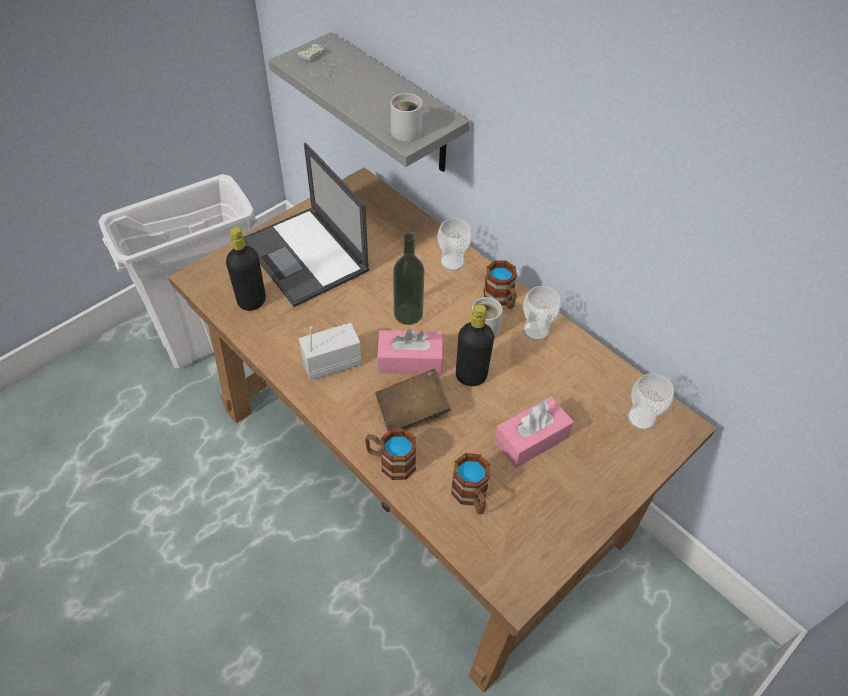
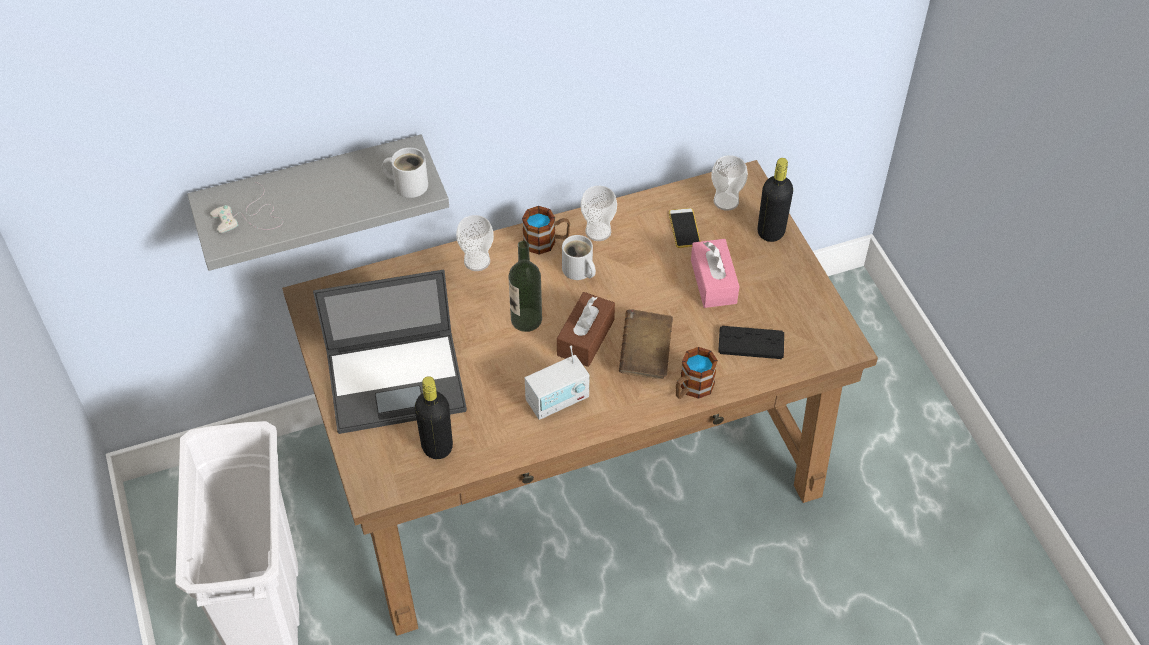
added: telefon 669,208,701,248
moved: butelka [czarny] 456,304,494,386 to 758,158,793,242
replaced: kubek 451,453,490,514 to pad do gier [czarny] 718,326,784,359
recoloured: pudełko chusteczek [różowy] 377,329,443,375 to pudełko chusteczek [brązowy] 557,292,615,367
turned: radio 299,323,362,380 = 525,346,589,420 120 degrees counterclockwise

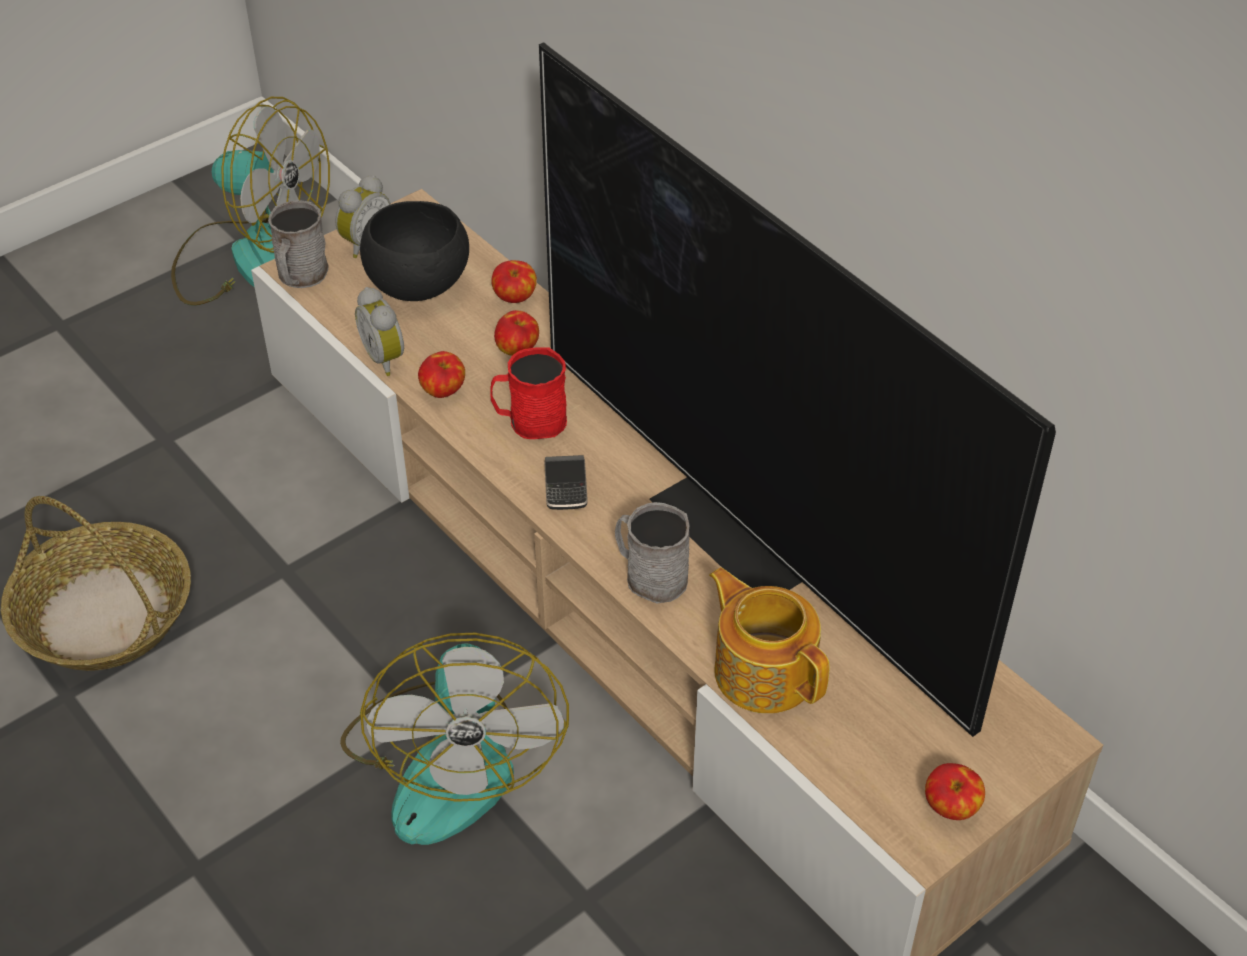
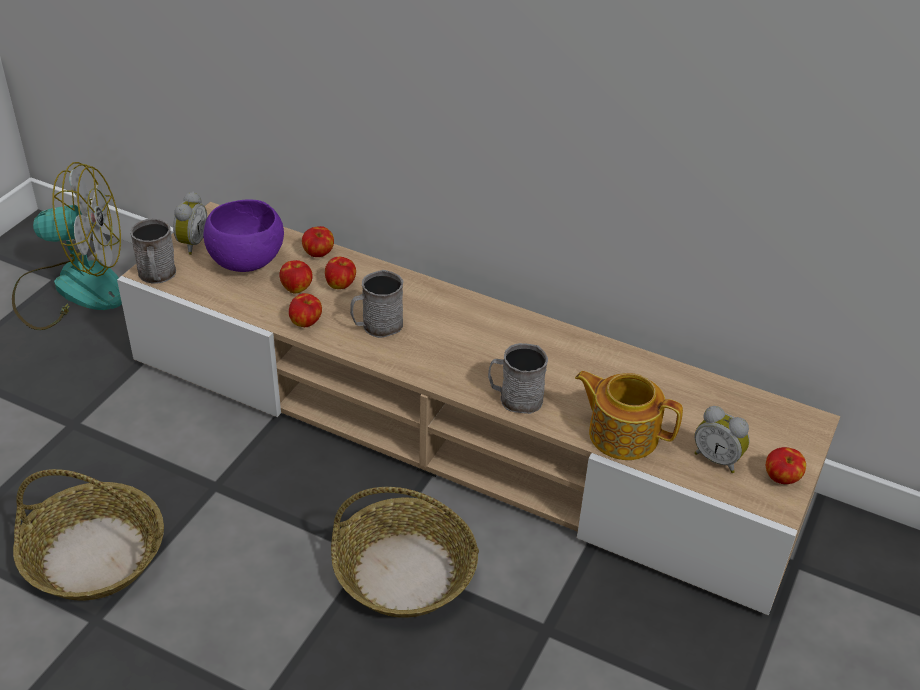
removed: telewizor 539,42,1056,737; telefon 544,455,588,510
added: jabłko 279,260,313,294
moved: budzik 355,287,404,376 to 694,406,750,473
replaced: wentylator 340,633,569,845 to koszyk 331,487,479,618
recoloured: miska [czarny] 360,201,469,301 to miska [fioletowy] 204,200,284,272; kubek [czerwony] 490,347,567,439 to kubek [szary] 350,270,403,338

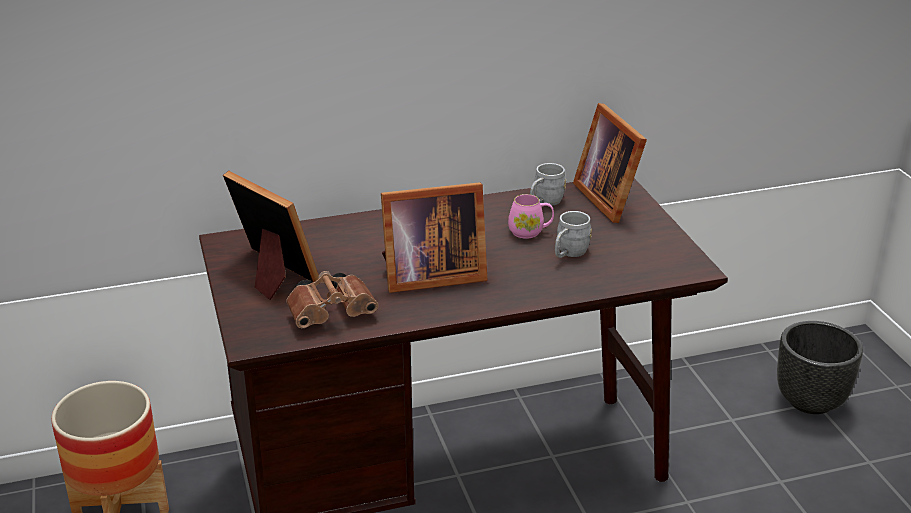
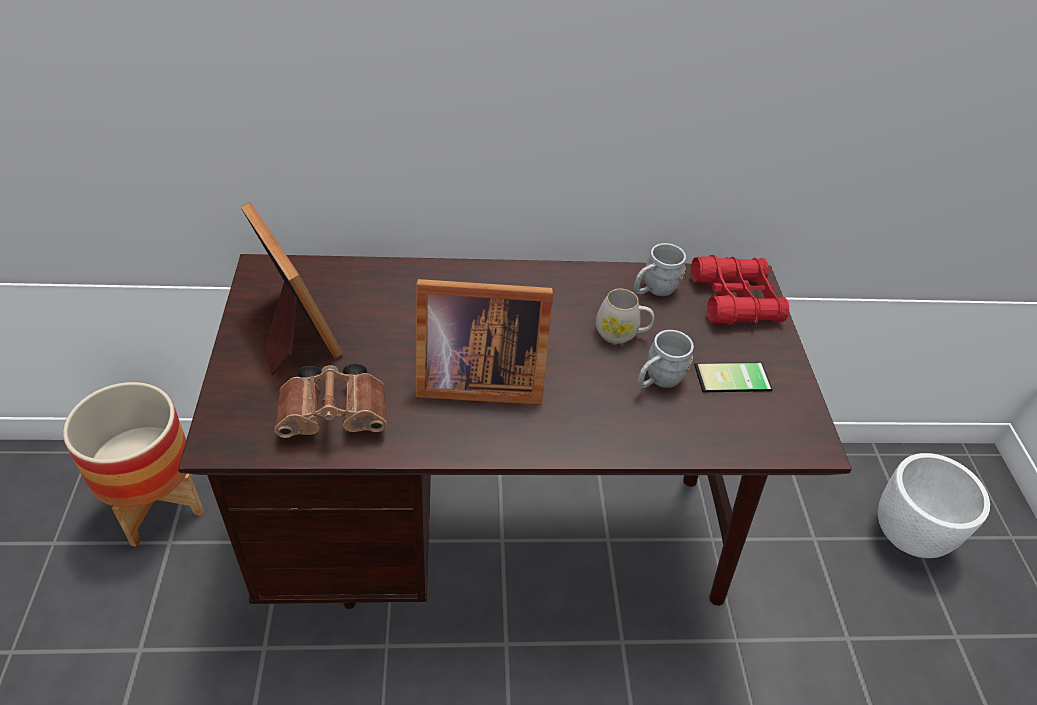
added: telefon 694,362,773,392
replaced: ramka na zdjęcie 573,103,647,223 to lornetka [czerwony] 691,255,789,325
recoloured: kubek [różowy] 508,194,554,239 to kubek [biały] 596,288,654,344; donica [czarny] 777,321,863,414 to donica [biały] 878,453,990,558

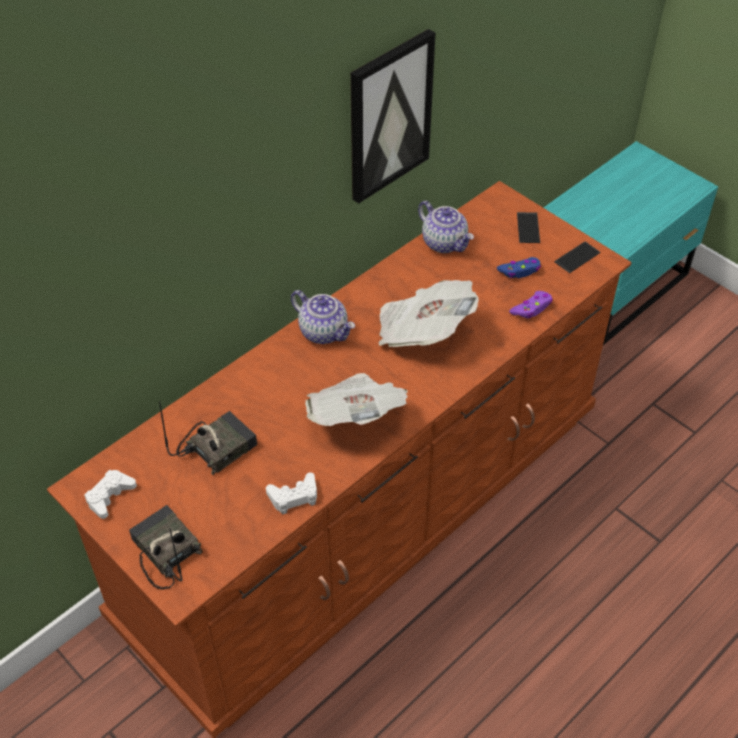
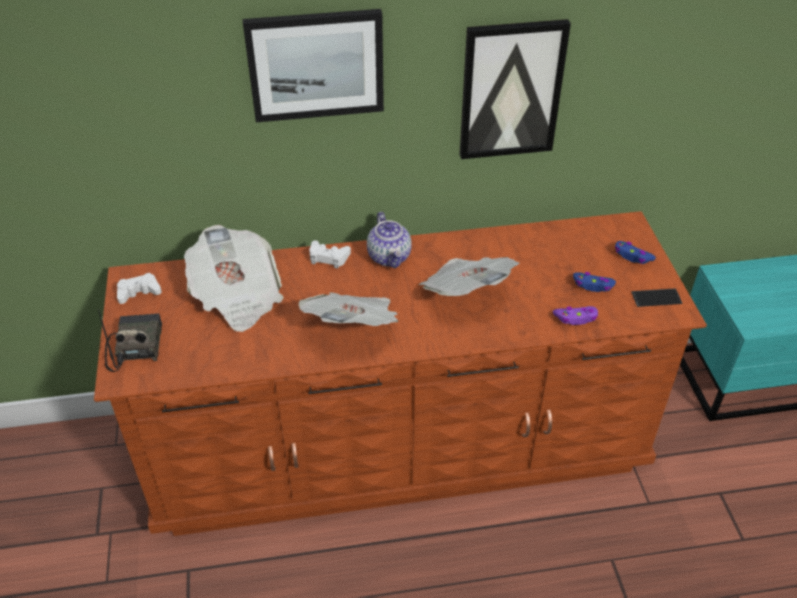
removed: imbryk 418,201,474,253
added: obraz 243,9,384,122
moved: pad do gier [biały] 266,472,317,515 to 309,240,351,269
replaced: radio 159,401,257,475 to gazeta 184,225,284,332; telefon 517,212,540,243 to pad do gier [niebieski] 615,241,656,264

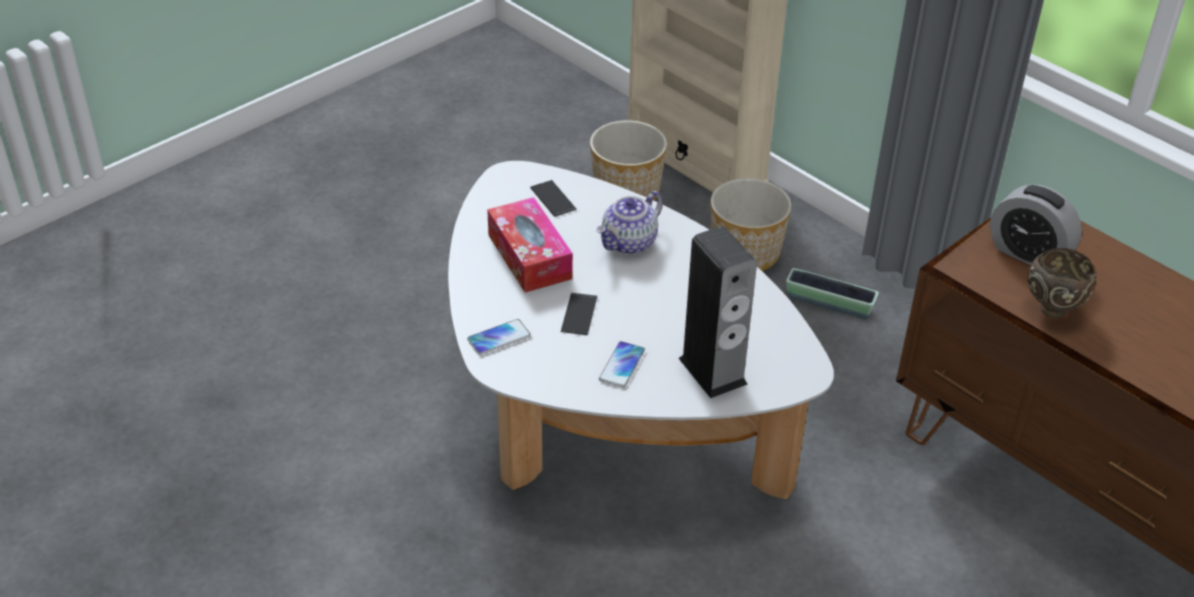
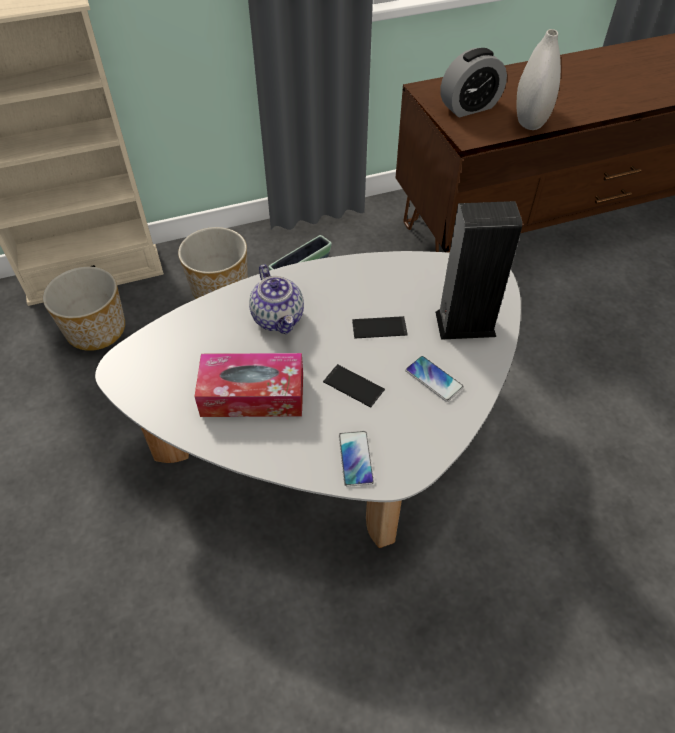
moved: telefon 530,180,576,217 to 352,316,408,339
replaced: miska [brązowy] 1027,248,1096,318 to wazon [biały] 516,29,561,130

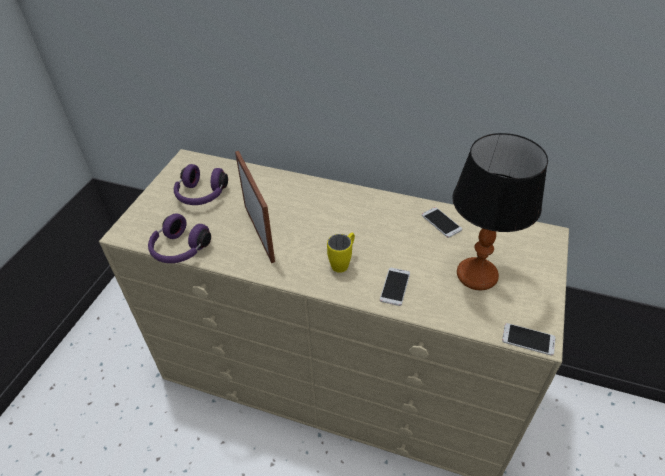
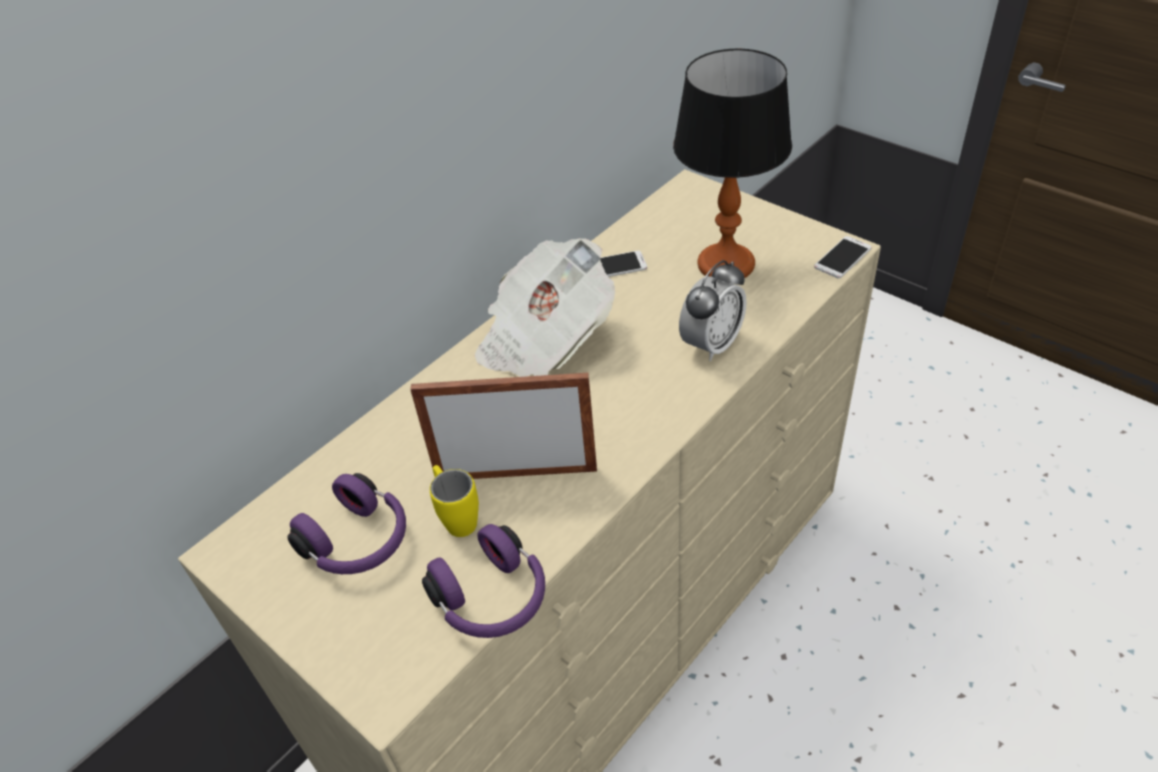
added: gazeta 475,238,615,377
moved: kubek [żółty] 327,233,355,273 to 430,465,479,537
replaced: telefon 380,268,410,306 to budzik 679,260,747,361

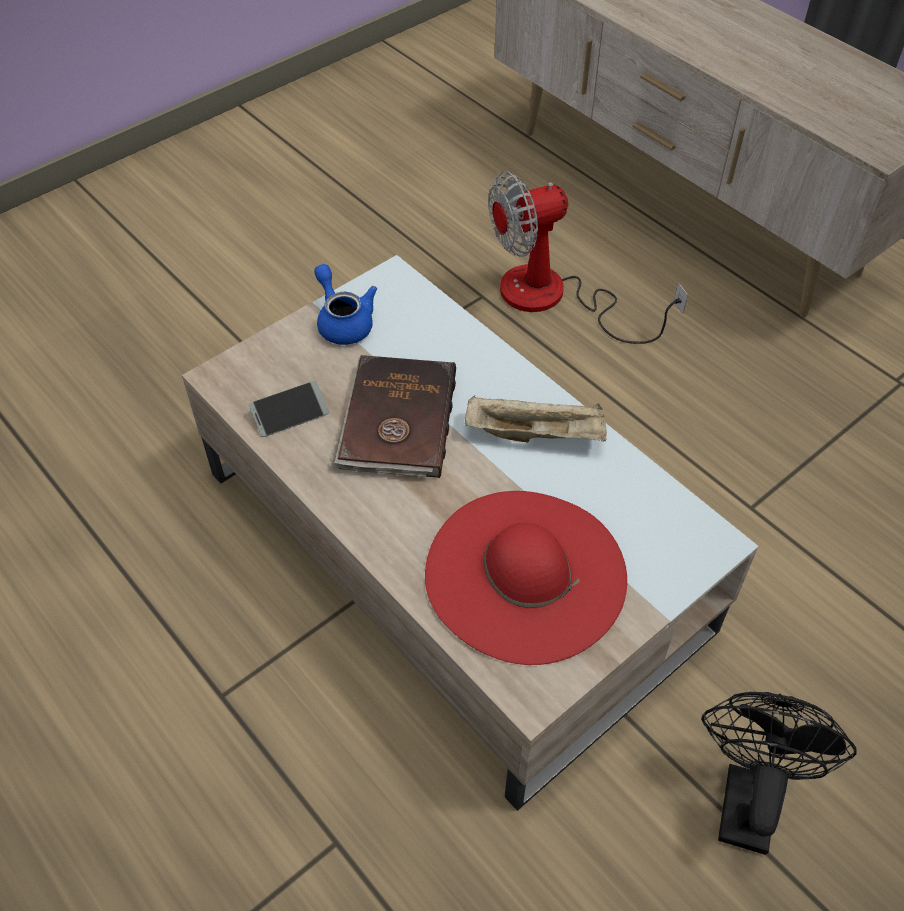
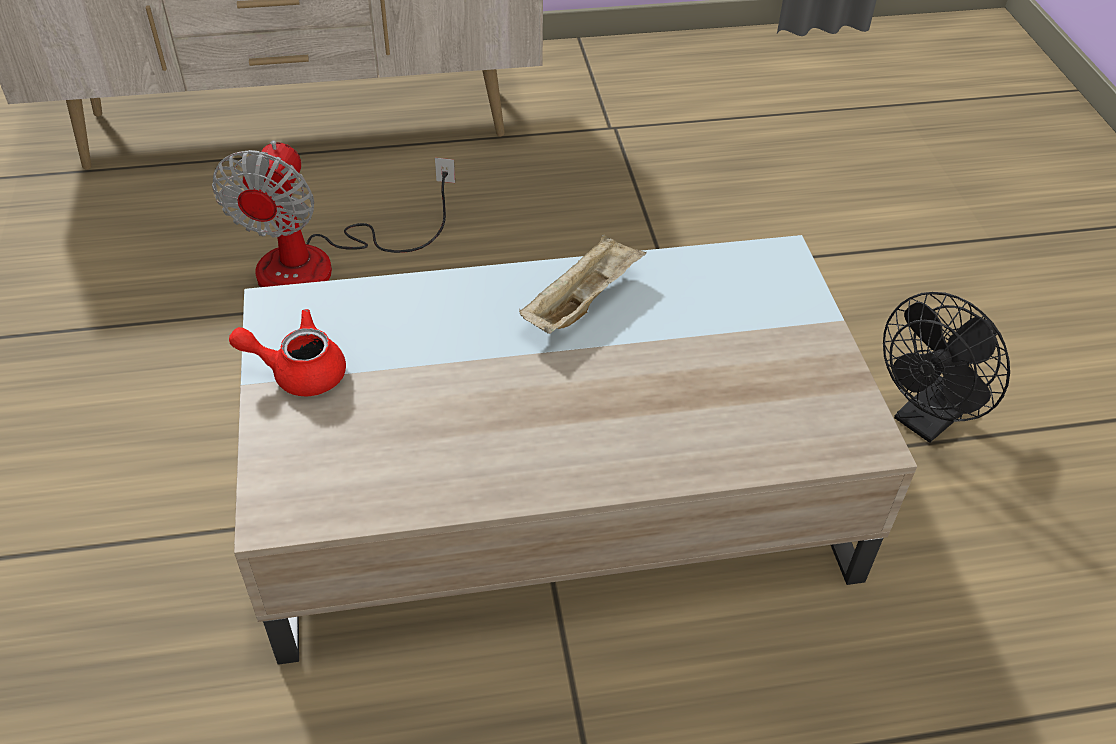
removed: telefon 249,381,329,437; książka [brązowy] 330,355,456,478; kapelusz [czerwony] 425,491,627,665
recoloured: imbryk [niebieski] 314,264,377,345 to imbryk [czerwony] 229,309,346,396
turned: wentylator [czarny] 701,692,857,855 = 883,292,1010,443 90 degrees counterclockwise

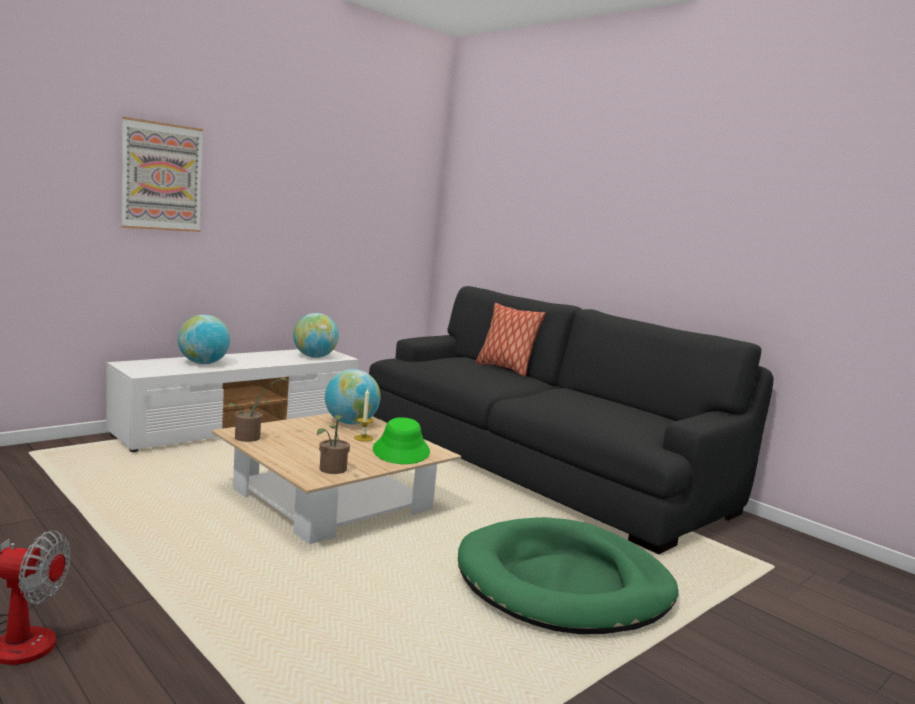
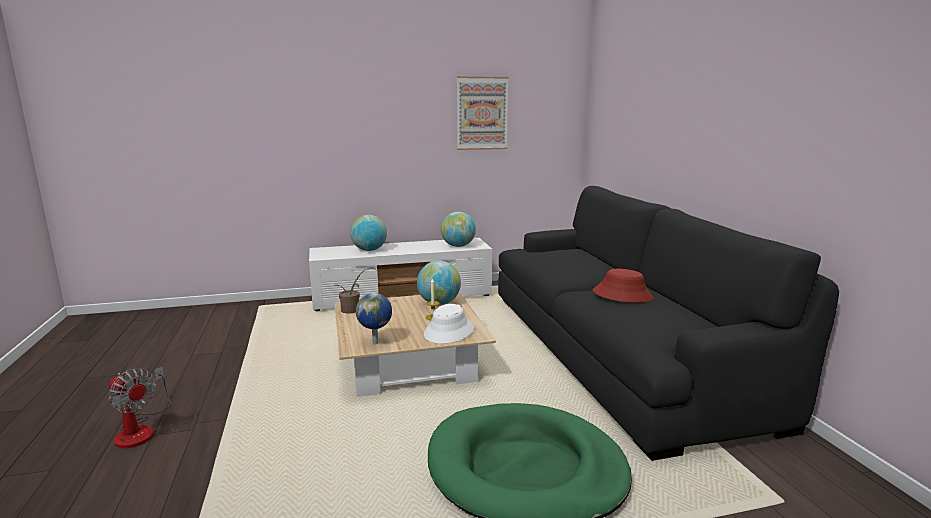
removed: poduszka 476,303,546,376
added: kapelusz [czerwony] 593,269,654,303
moved: obraz 121,117,203,232 to 457,76,509,150
replaced: roślina doniczkowa 317,415,350,474 to globus 356,293,392,344
recoloured: kapelusz [zielony] 373,417,430,464 to kapelusz [biały] 424,304,474,344

